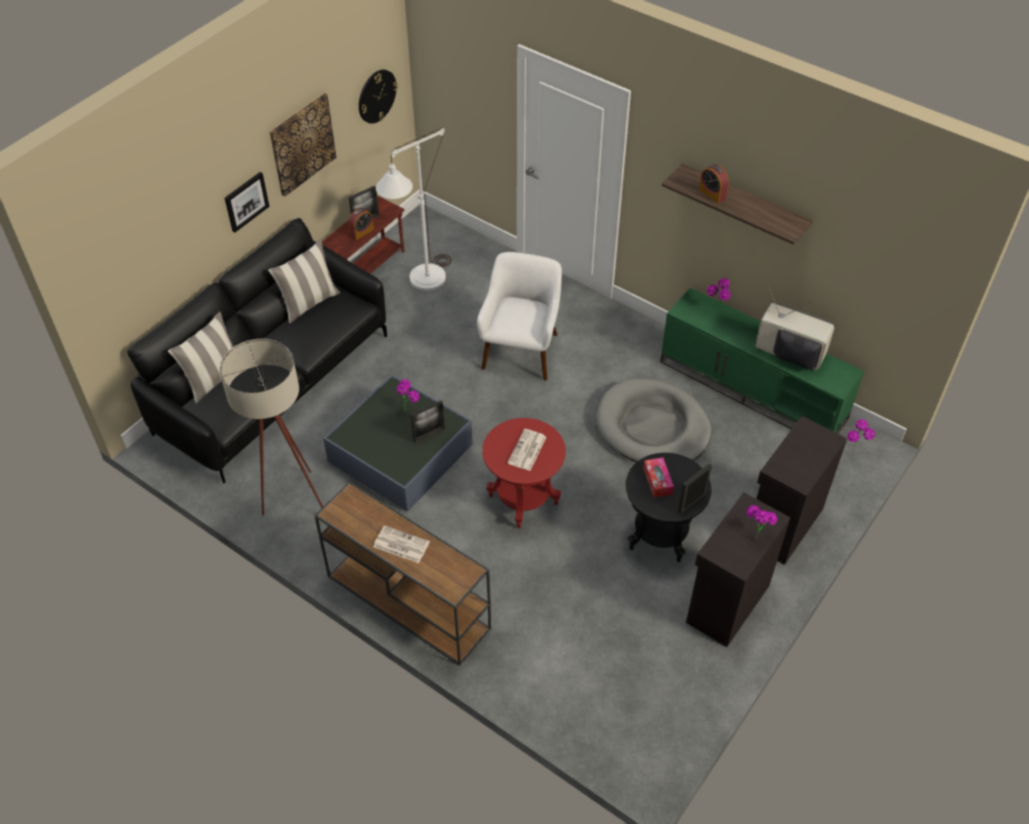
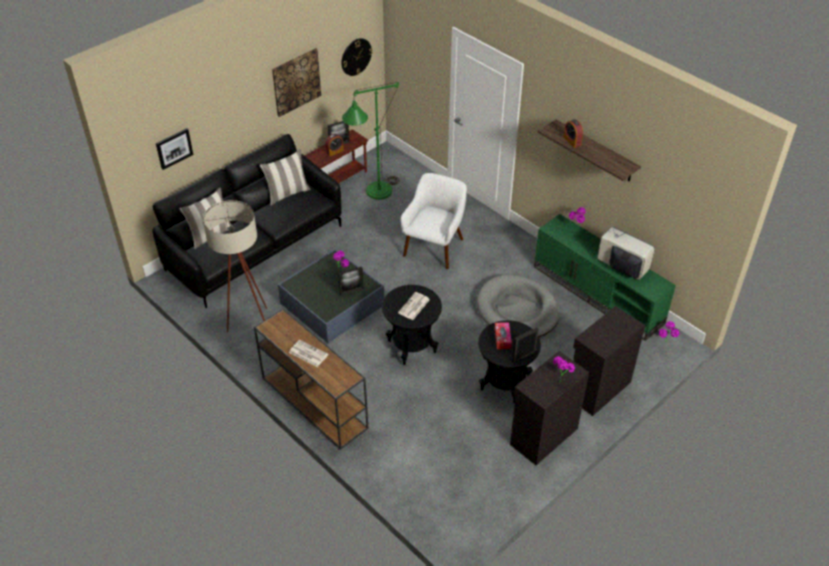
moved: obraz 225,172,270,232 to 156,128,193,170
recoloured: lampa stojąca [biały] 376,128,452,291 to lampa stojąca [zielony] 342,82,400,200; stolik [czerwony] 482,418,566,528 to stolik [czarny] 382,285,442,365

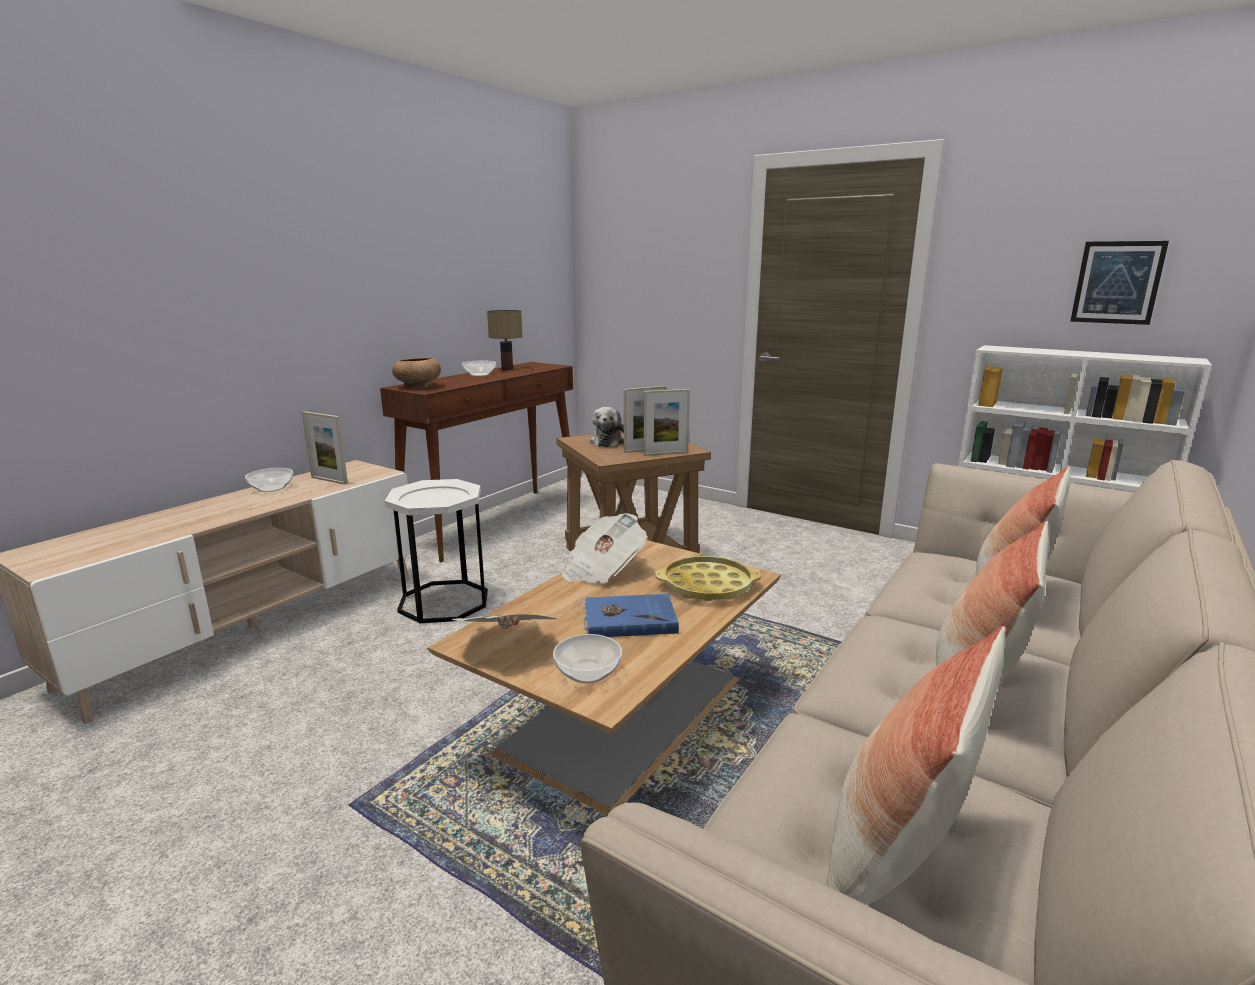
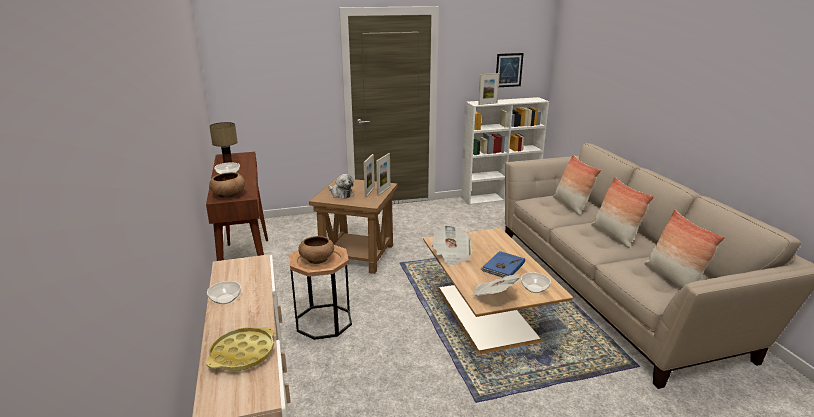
added: miska [brązowy] 298,236,334,264
moved: ramka na zdjęcie 302,411,348,485 to 478,73,500,105; taca [żółty] 655,556,761,601 to 206,327,274,371
recoloured: stolik [biały] 385,479,488,623 to stolik [brązowy] 290,245,352,340

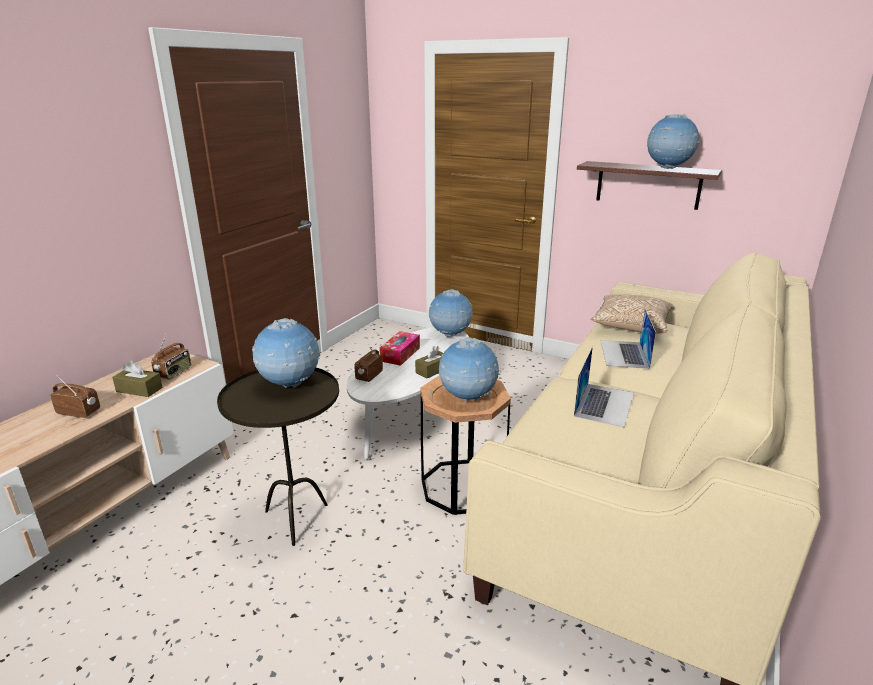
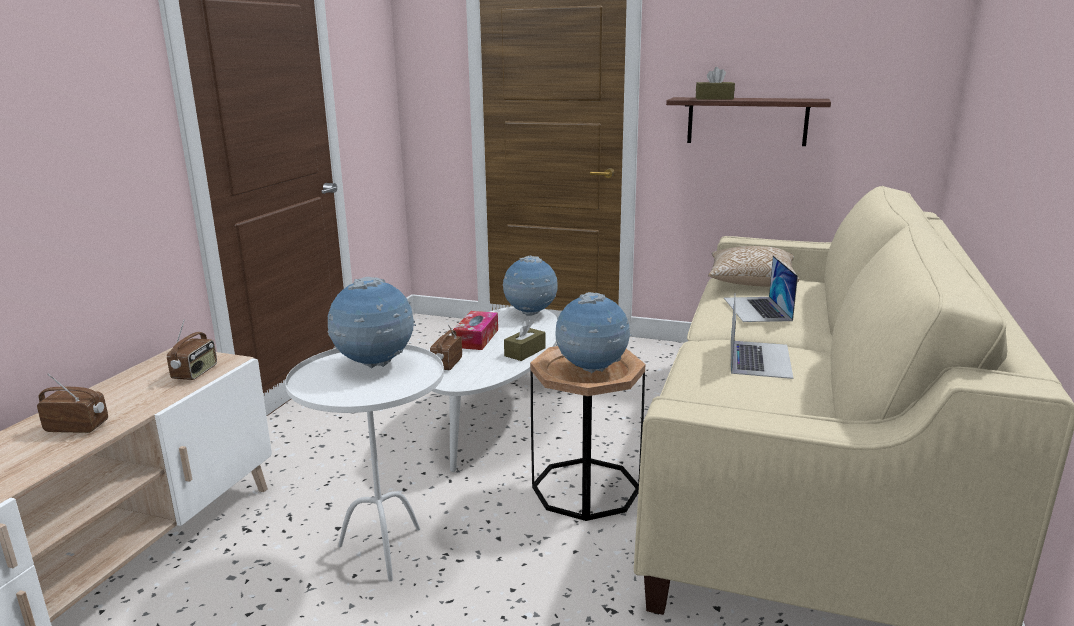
removed: globus 647,114,700,169
moved: pudełko chusteczek [brązowy] 112,361,163,397 to 696,67,735,100
recoloured: stolik [brązowy] 217,368,339,546 to stolik [biały] 285,345,444,582

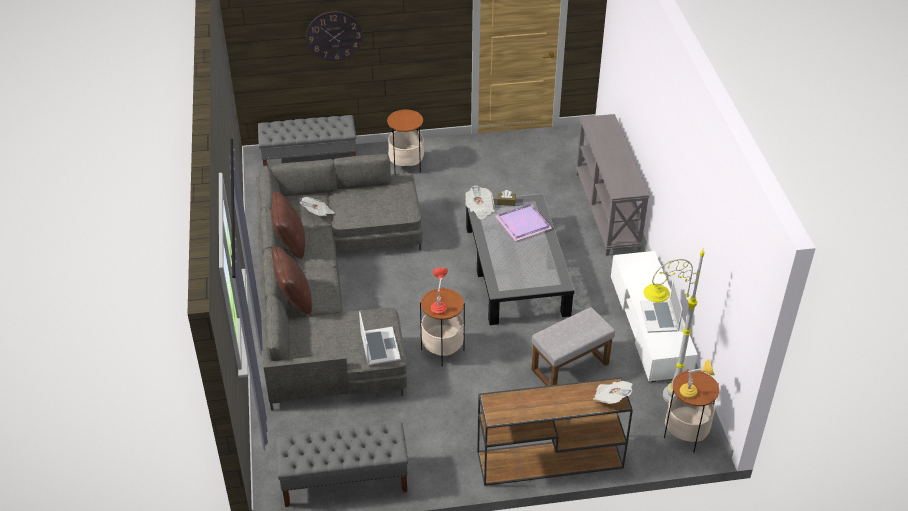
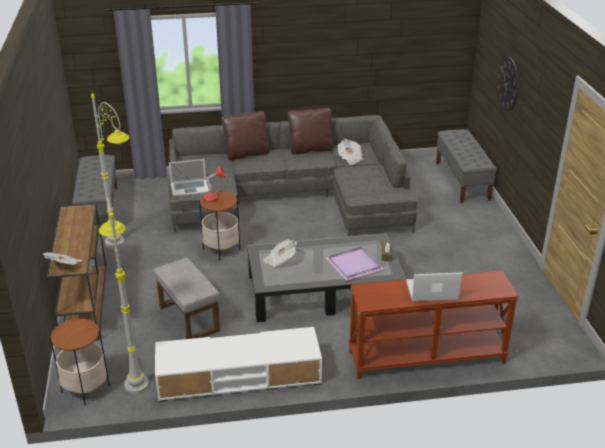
removed: stolik 387,110,424,174; lampa stołowa [żółty] 680,359,715,398
added: lampa stojąca [szary] 91,92,129,248
moved: gazeta 465,185,495,219 to 264,239,297,268; laptop 640,279,683,333 to 406,273,462,301
recoloured: stolik konsolowy [szary] 576,114,650,256 to stolik konsolowy [brązowy] 349,270,519,379

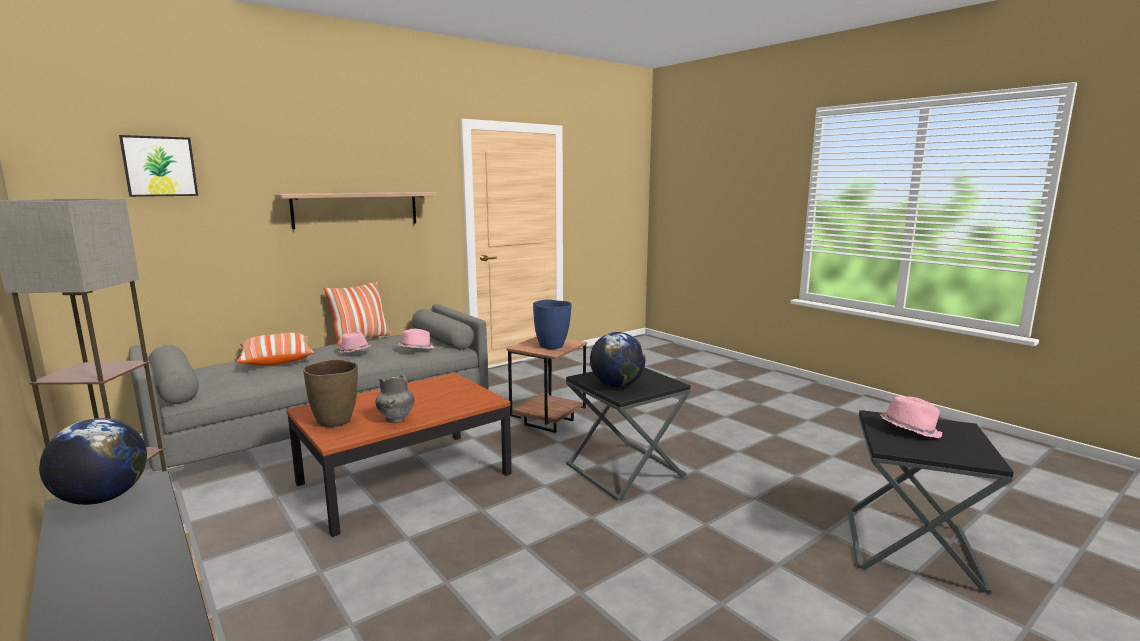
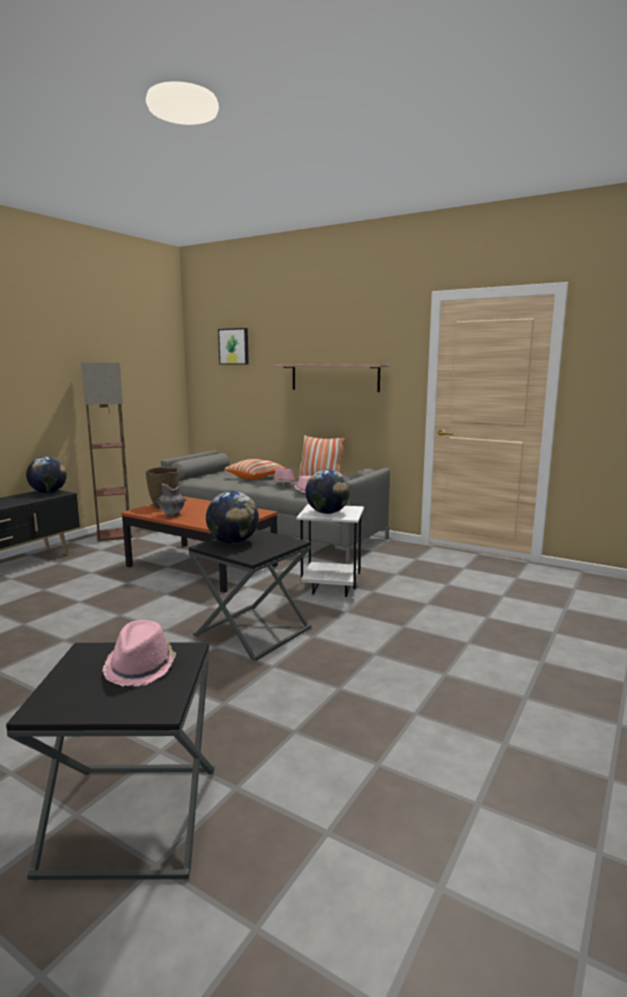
replaced: wazon [niebieski] 533,299,572,349 to globus 305,469,350,514
recoloured: stolik [brązowy] 506,337,587,433 to stolik [biały] 296,504,364,597

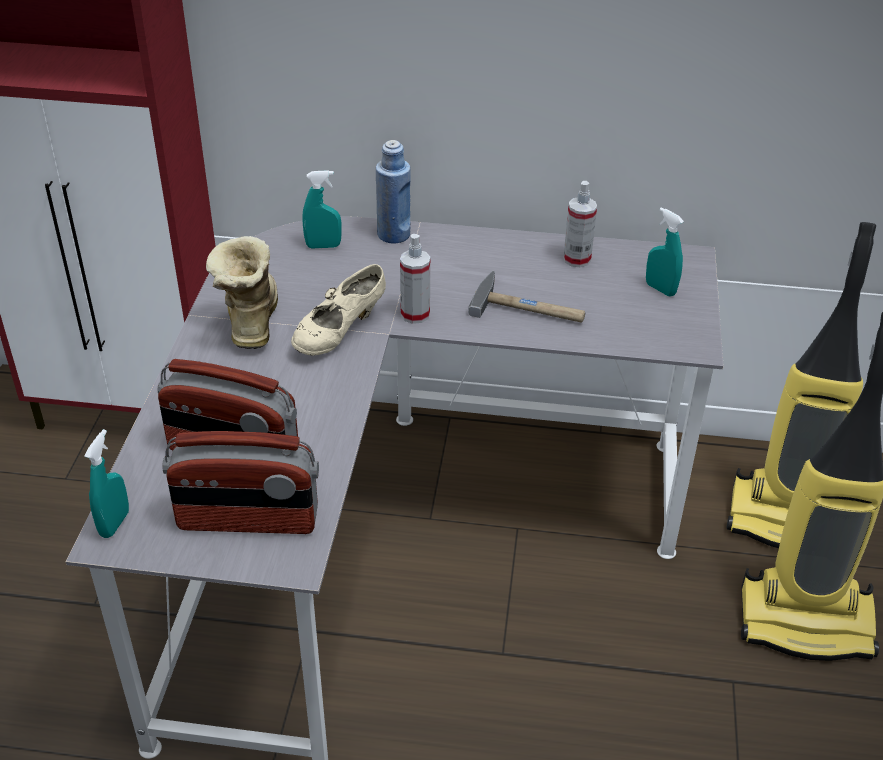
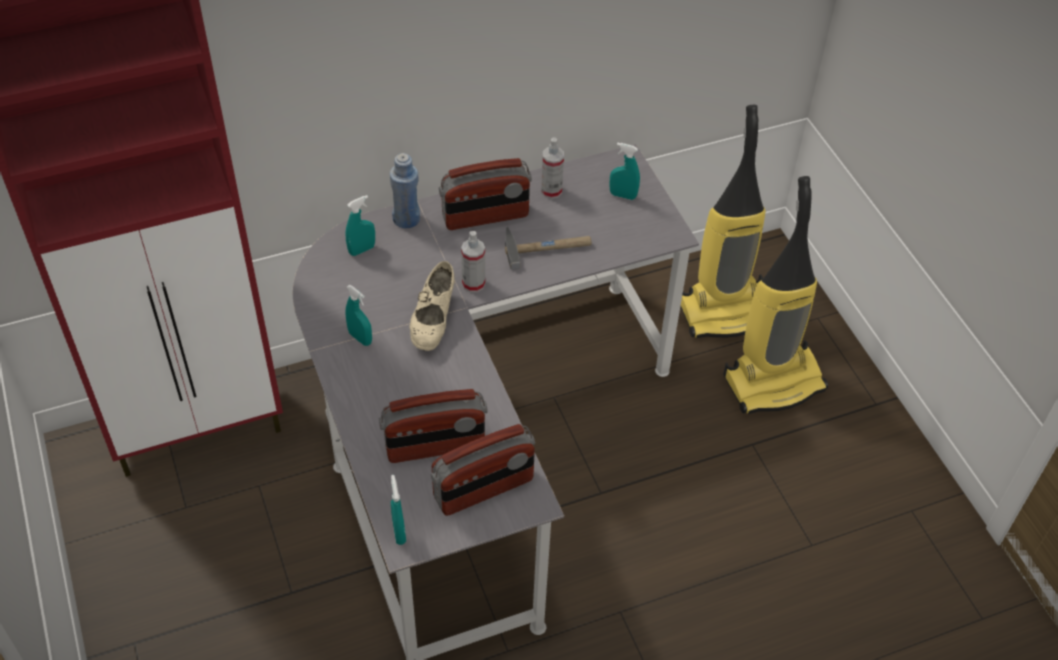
added: radio 439,158,532,230
replaced: but z cholewką 206,236,278,349 to spryskiwacz [turkusowy] 346,285,372,346

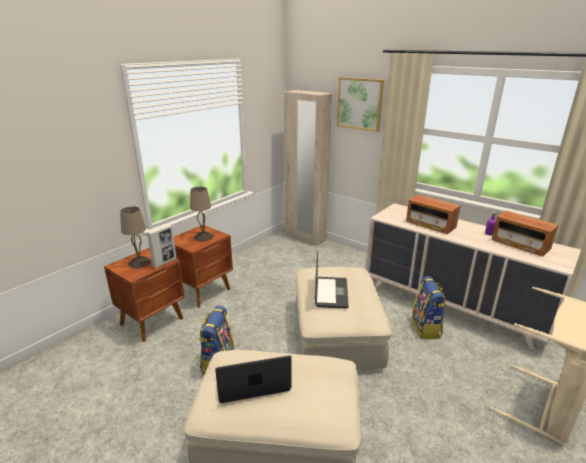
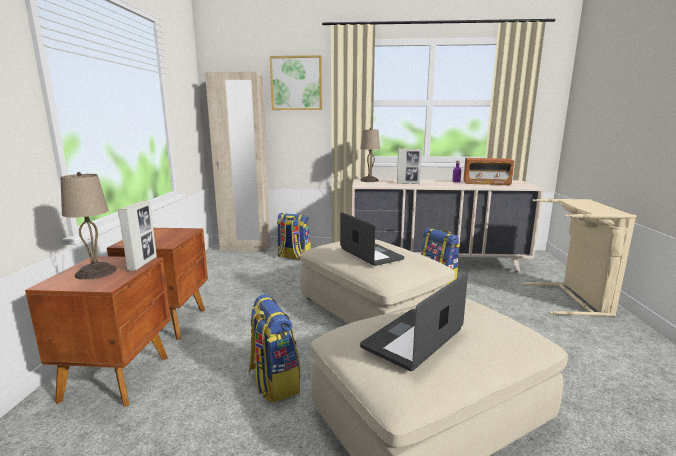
added: plecak 277,213,311,260
moved: lampa stołowa [beżowy] 190,187,213,241 to 360,128,380,182
replaced: radio 406,195,461,234 to ramka na zdjęcie 397,148,422,184

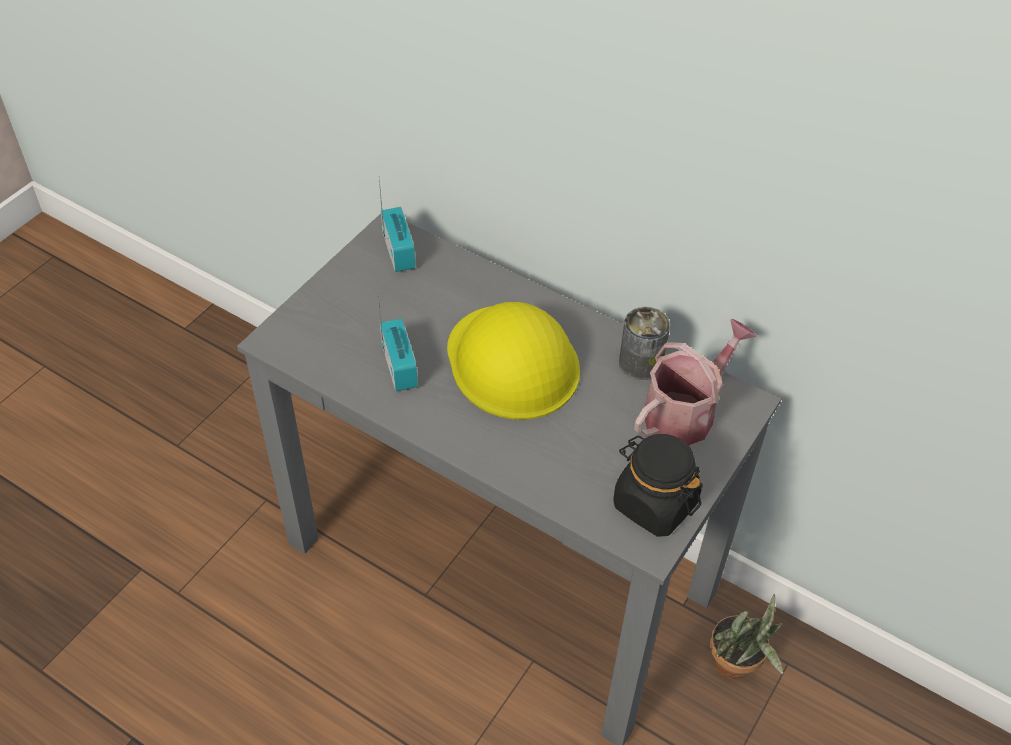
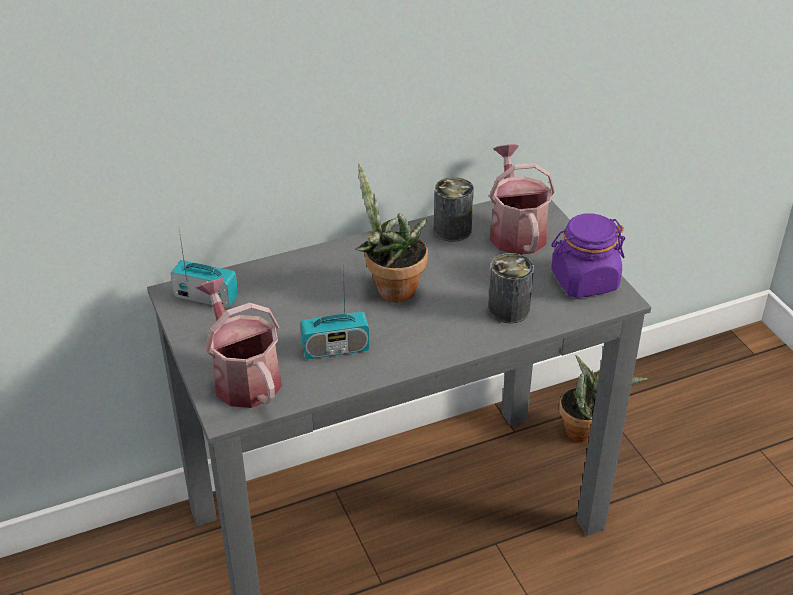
added: konewka 196,278,282,408; puszka 488,253,534,323
replaced: kask [żółty] 447,302,580,420 to roślina doniczkowa 355,162,428,302
recoloured: słoik [czarny] 613,434,703,537 to słoik [fioletowy] 551,213,625,298
turned: radio 378,295,418,391 = 301,269,369,359 150 degrees clockwise

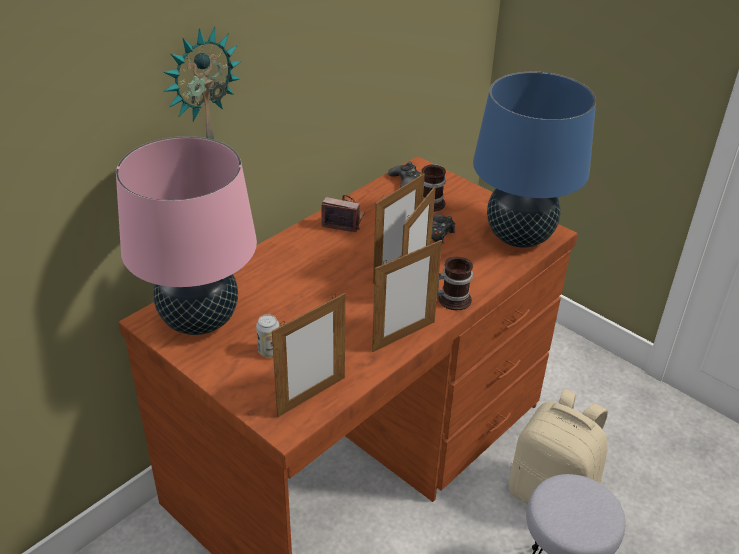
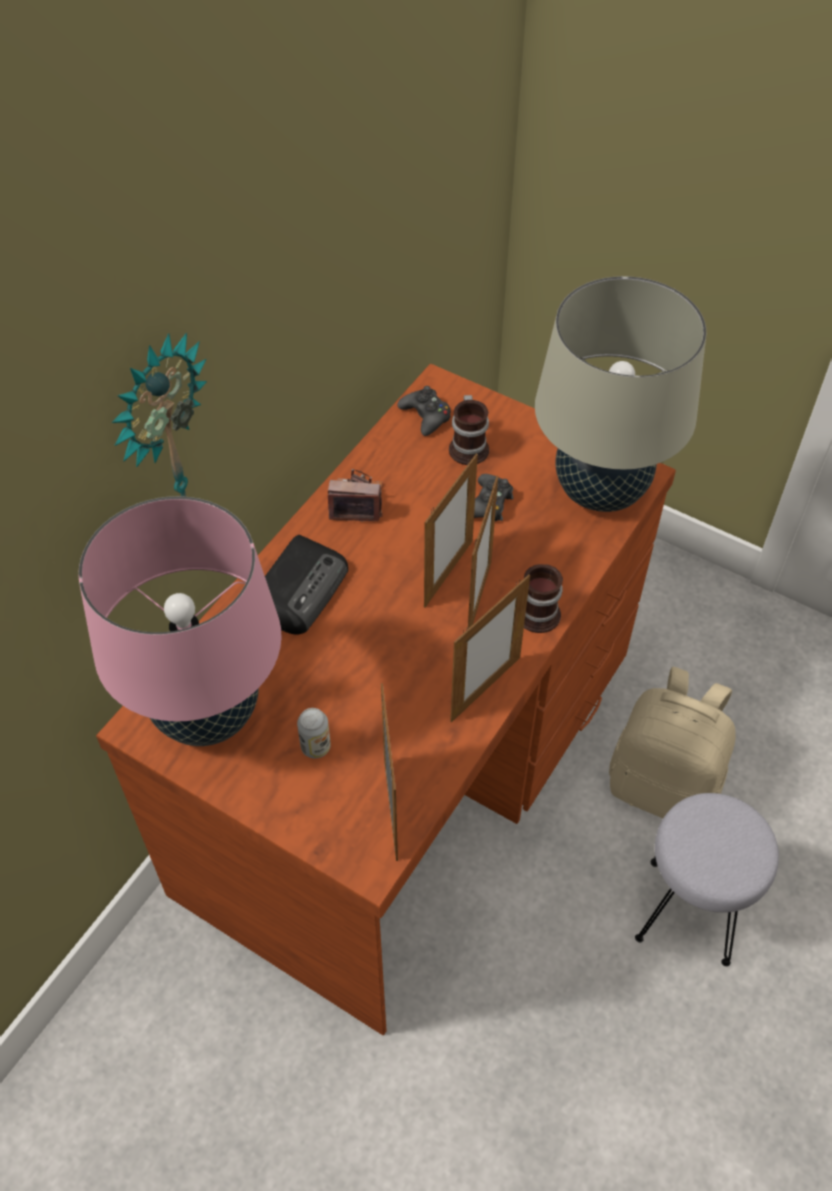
added: radio 265,535,348,634
recoloured: lampa stołowa [niebieski] 473,72,596,248 to lampa stołowa [beżowy] 535,276,706,512
turned: ramka na zdjęcie 272,293,345,417 = 381,683,398,861 45 degrees counterclockwise

